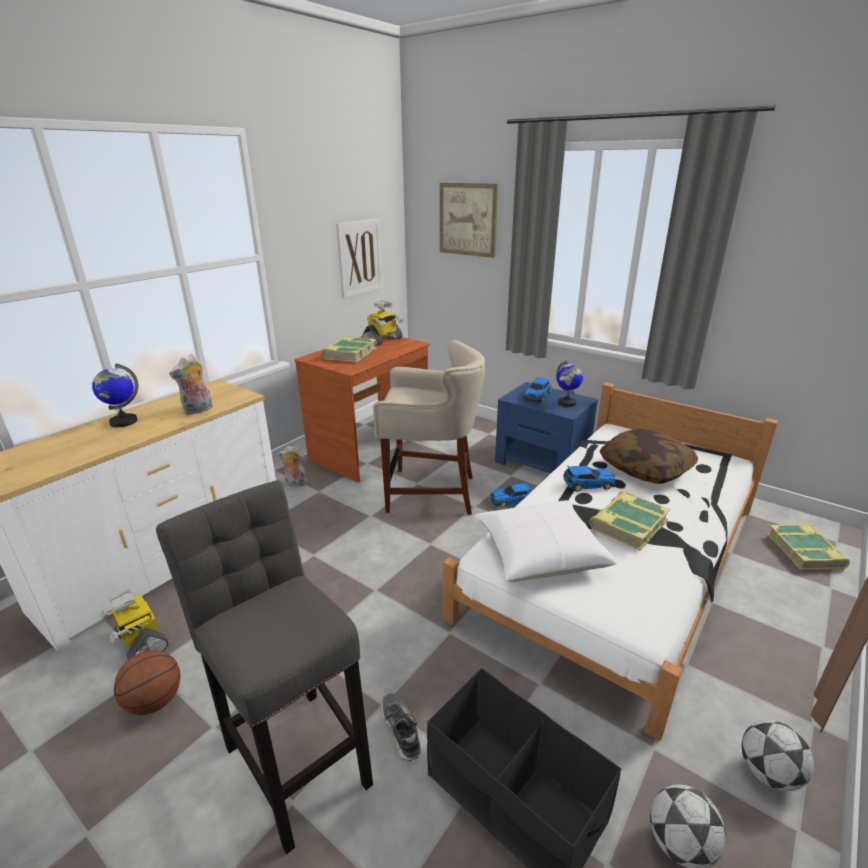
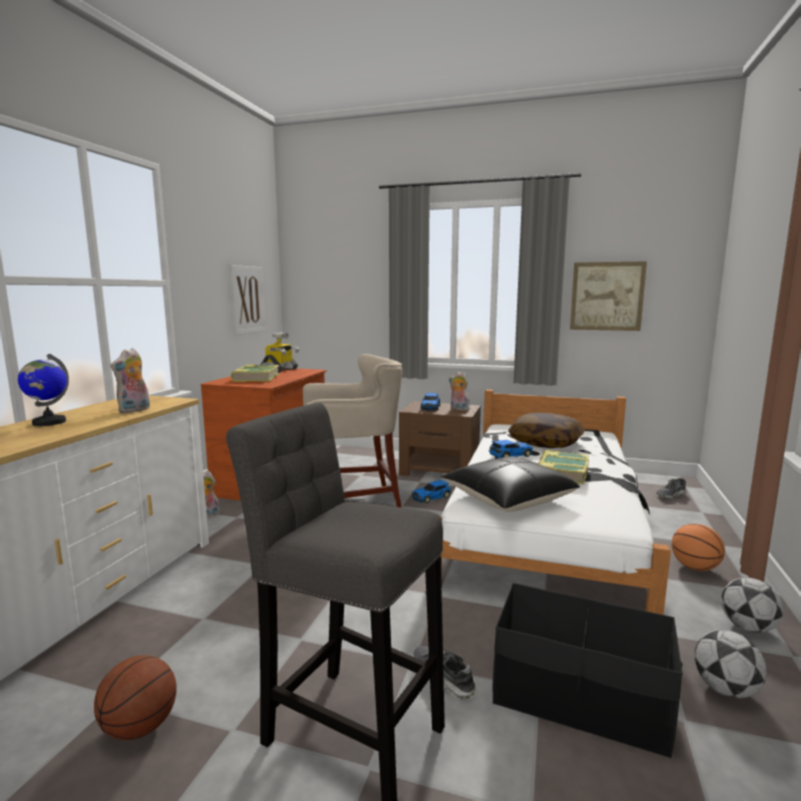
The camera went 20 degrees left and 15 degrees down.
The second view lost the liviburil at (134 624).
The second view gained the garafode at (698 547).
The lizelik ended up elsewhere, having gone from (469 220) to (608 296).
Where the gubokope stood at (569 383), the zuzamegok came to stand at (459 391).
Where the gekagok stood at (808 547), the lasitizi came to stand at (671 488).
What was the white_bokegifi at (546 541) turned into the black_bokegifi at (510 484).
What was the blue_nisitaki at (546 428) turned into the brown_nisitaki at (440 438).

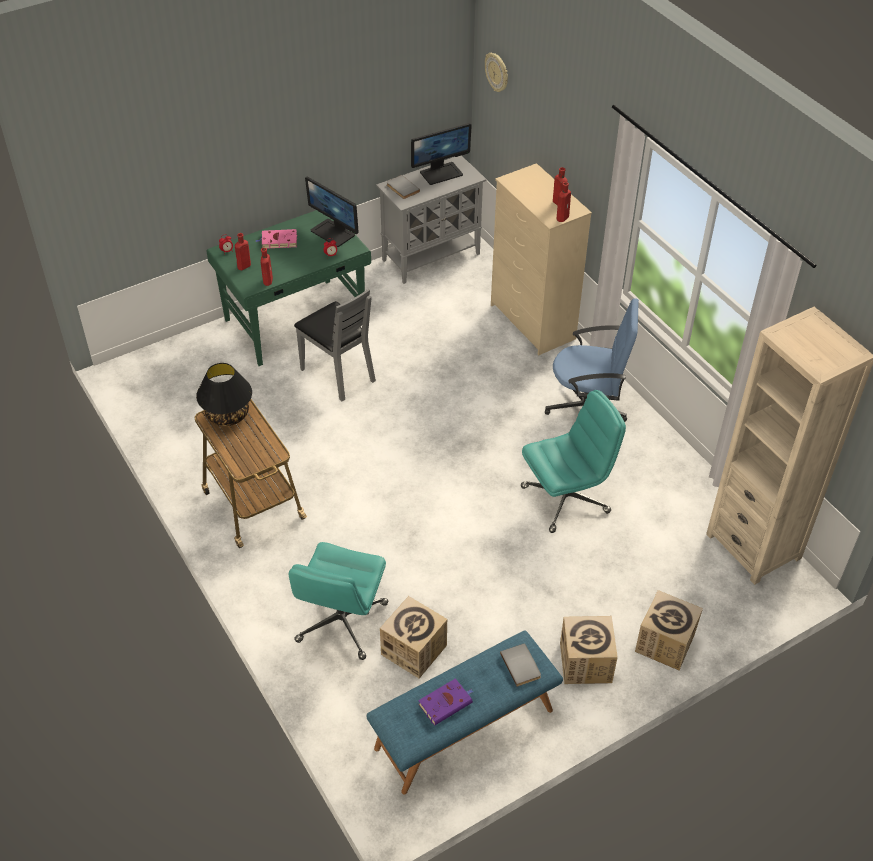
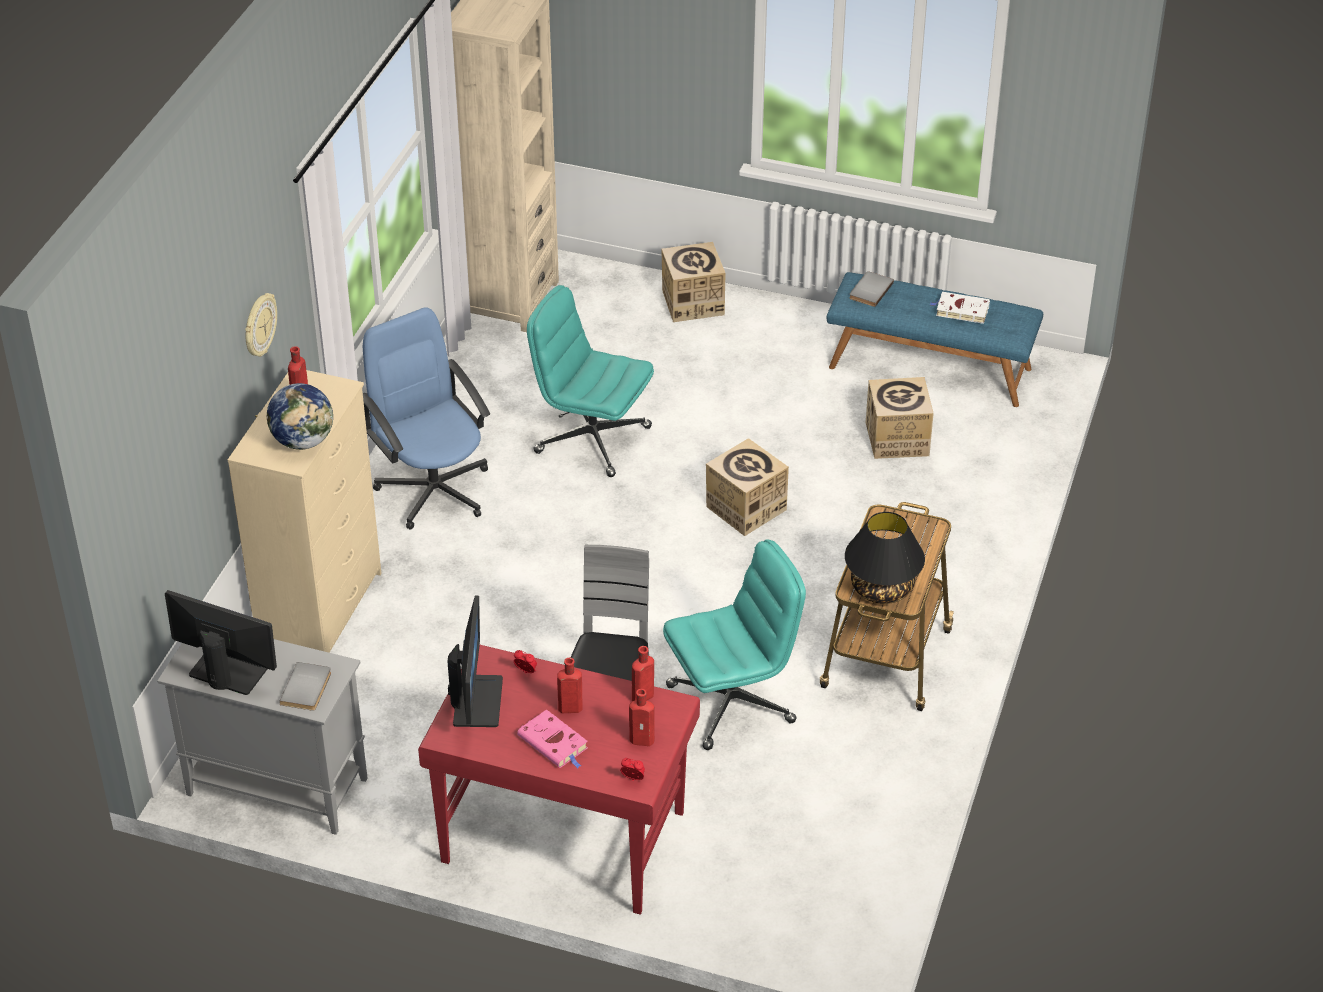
The camera went 130 degrees left and 5 degrees down.
The second view gained the gubokope at (300 416).
The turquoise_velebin ended up elsewhere, having gone from (338 601) to (734 644).
The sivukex ended up elsewhere, having gone from (496 72) to (261 325).
The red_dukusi ended up elsewhere, having gone from (564 202) to (570 685).
The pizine ended up elsewhere, having gone from (589 650) to (747 487).
What was the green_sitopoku at (289 288) turned into the red_sitopoku at (559 780).
What was the purple_gekagok at (446 701) turned into the white_gekagok at (960 308).

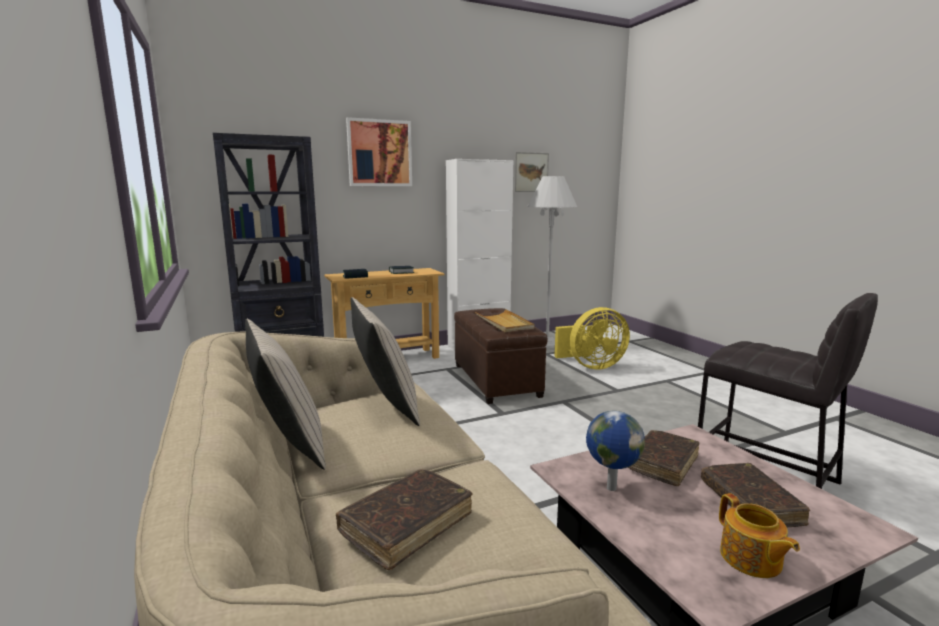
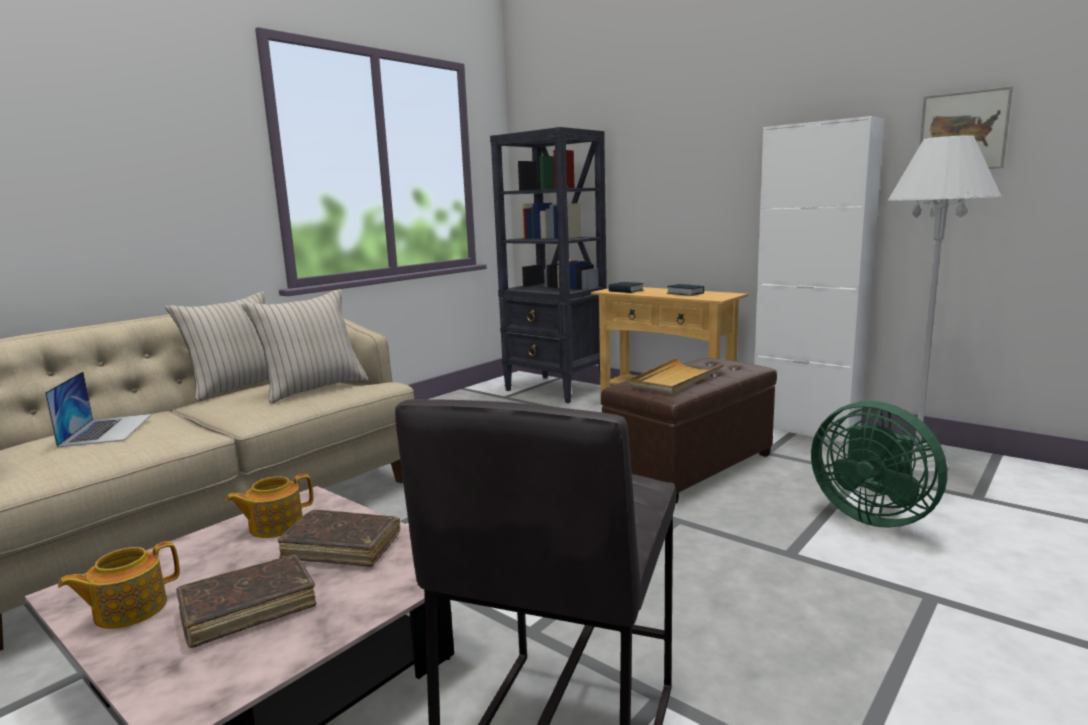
The camera went 65 degrees right and 0 degrees up.
The second view lost the lizelik at (379 151).
Where the brown_gekagok stood at (404 519), the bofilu came to stand at (98 409).
Where the gubokope stood at (615 451), the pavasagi came to stand at (269 506).
What was the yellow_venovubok at (592 338) turned into the green_venovubok at (879 464).

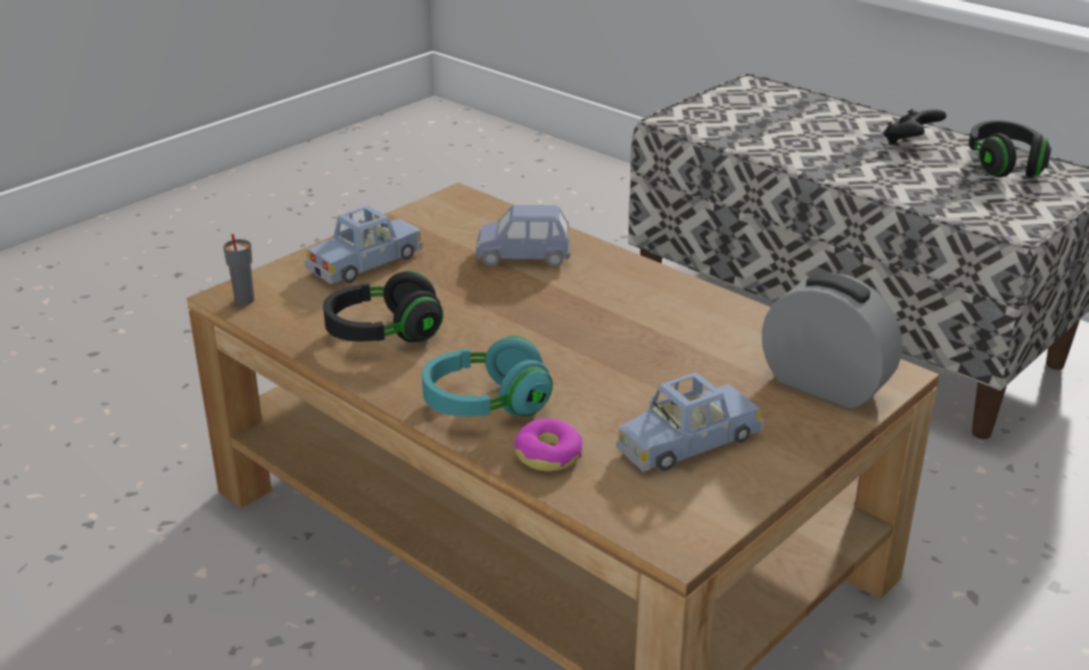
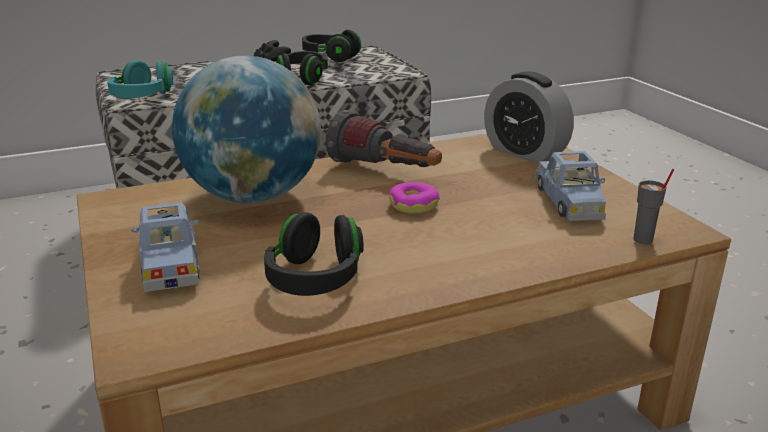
The camera went 65 degrees left and 5 degrees down.
The second view gained the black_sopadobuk at (302 68).
The second view gained the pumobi at (383 138).
The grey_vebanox ended up elsewhere, having gone from (238 269) to (654 206).
The turquoise_sopadobuk ended up elsewhere, having gone from (487 376) to (140 79).
The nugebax ended up elsewhere, having gone from (549 445) to (414 198).
Where the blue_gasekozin stood at (523 236), the gubokope came to stand at (246 129).
The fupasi at (832 340) ended up facing another way, 105 degrees counterclockwise from before.

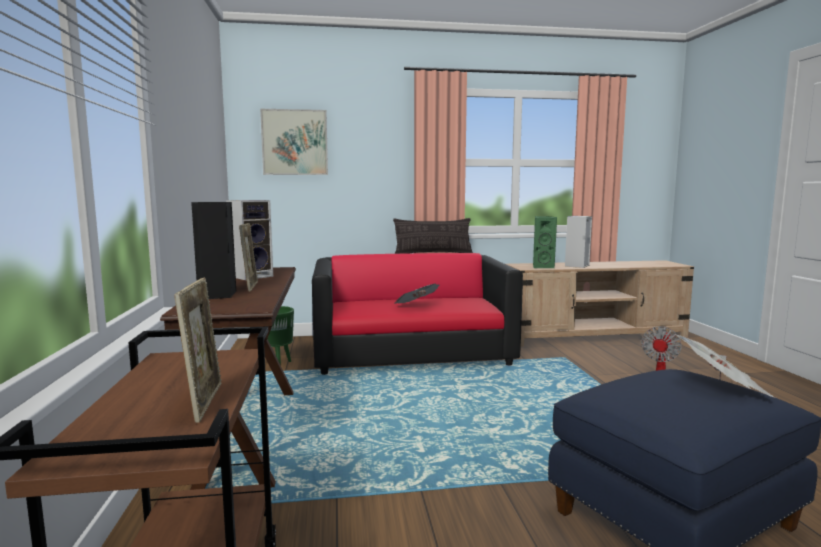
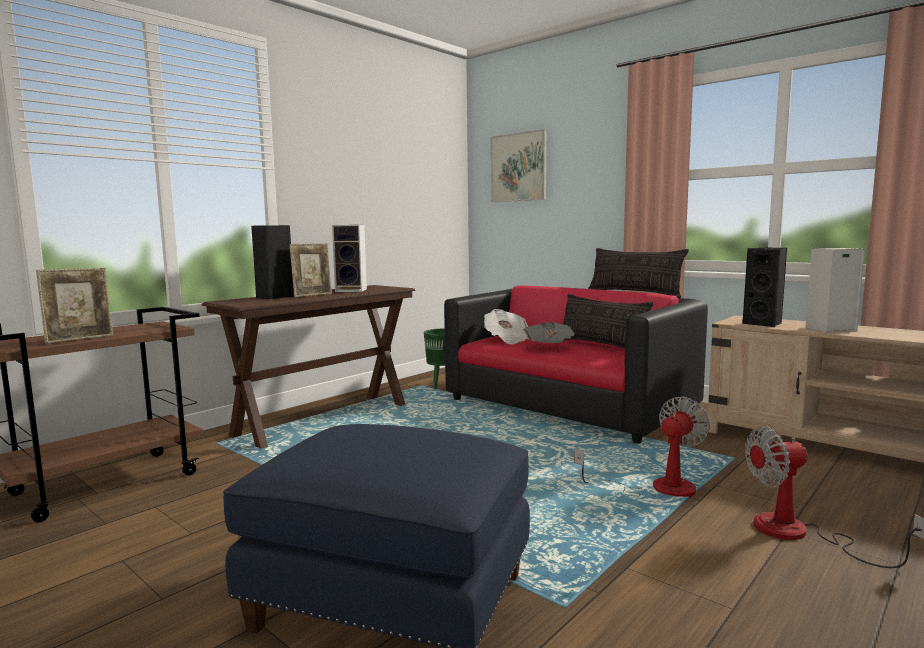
The camera went 50 degrees right and 0 degrees up.
The second view gained the bokegifi at (608 321).
The second view gained the venovubok at (642 447).
The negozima ended up elsewhere, having gone from (725 366) to (506 326).
What was the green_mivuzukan at (545 242) turned into the black_mivuzukan at (764 287).

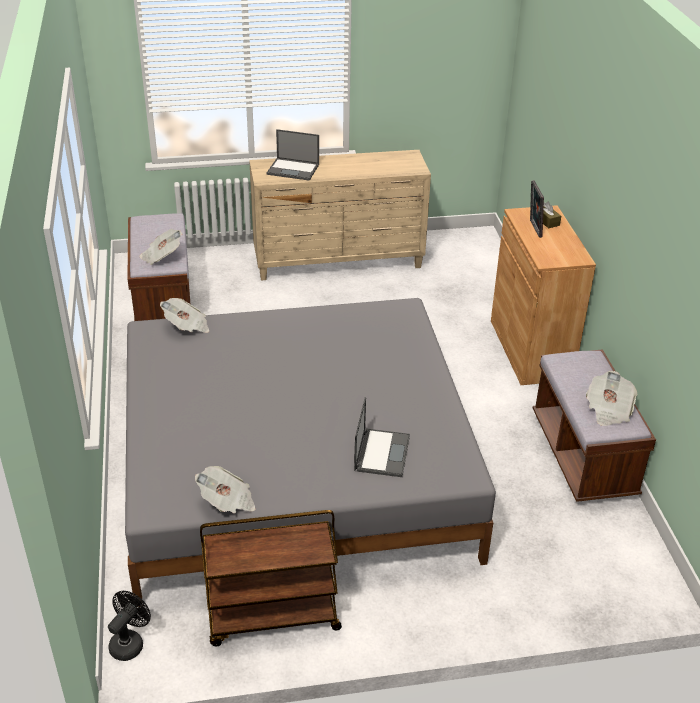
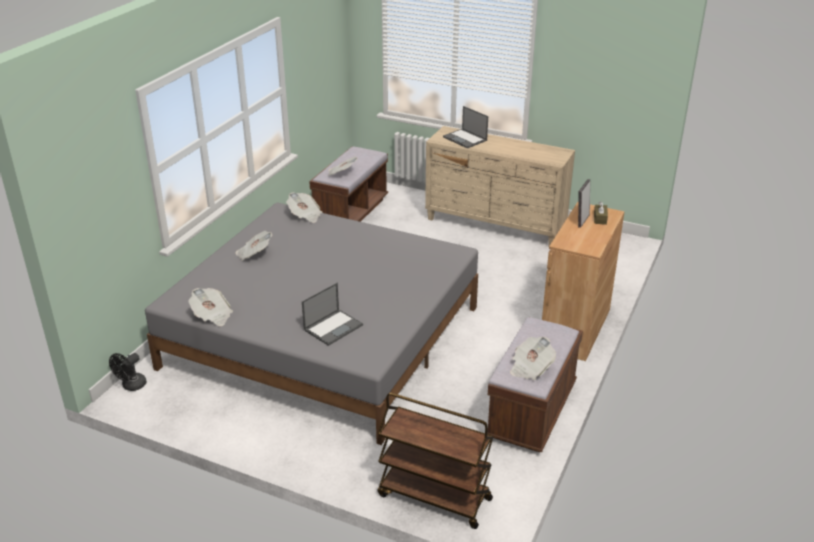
The camera went 35 degrees right and 5 degrees down.
The second view gained the negozima at (253 246).
The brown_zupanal ended up elsewhere, having gone from (271 578) to (435 461).
The black_venovubok at (129 626) ended up facing another way, 150 degrees clockwise from before.

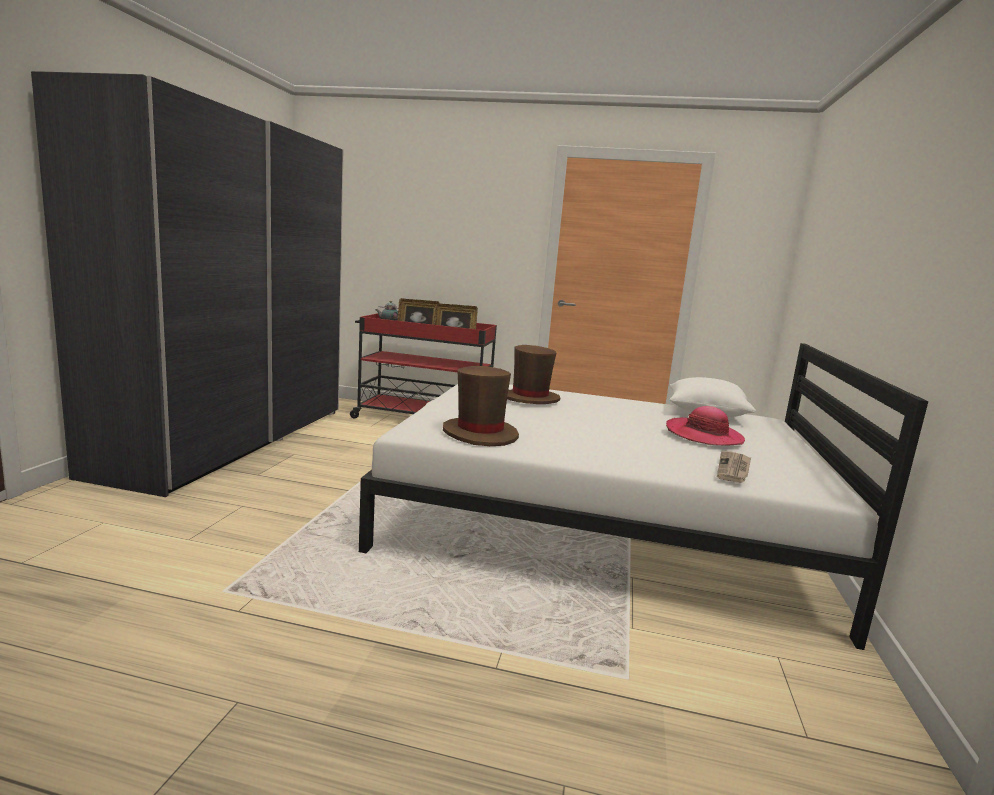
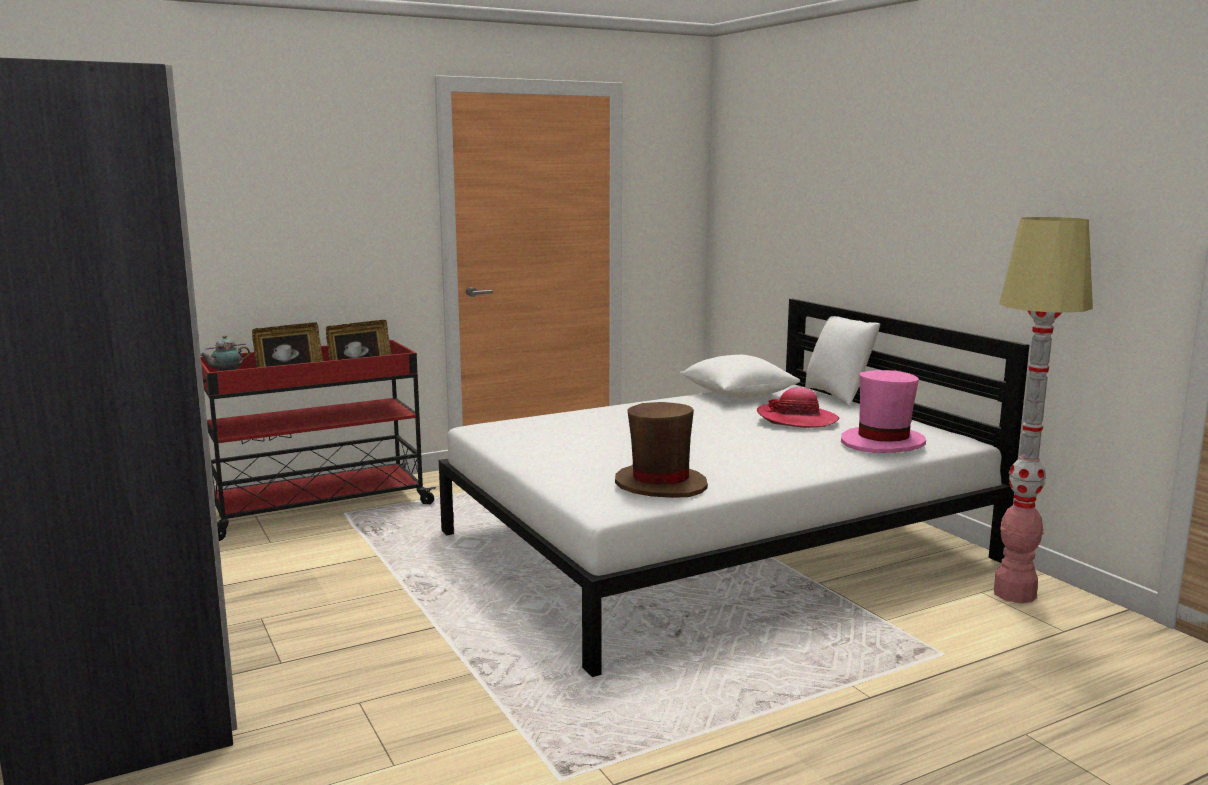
The camera went 40 degrees left and 0 degrees up.
The second view lost the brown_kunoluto at (533 374).
The second view gained the white_bokegifi at (842 361).
The second view gained the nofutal at (1043 410).
Where the negozima stood at (734 467), the pink_kunoluto came to stand at (883 411).

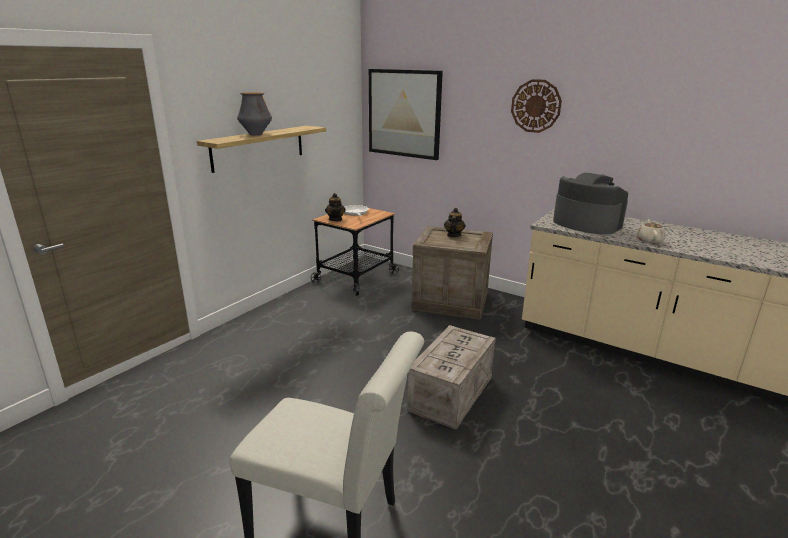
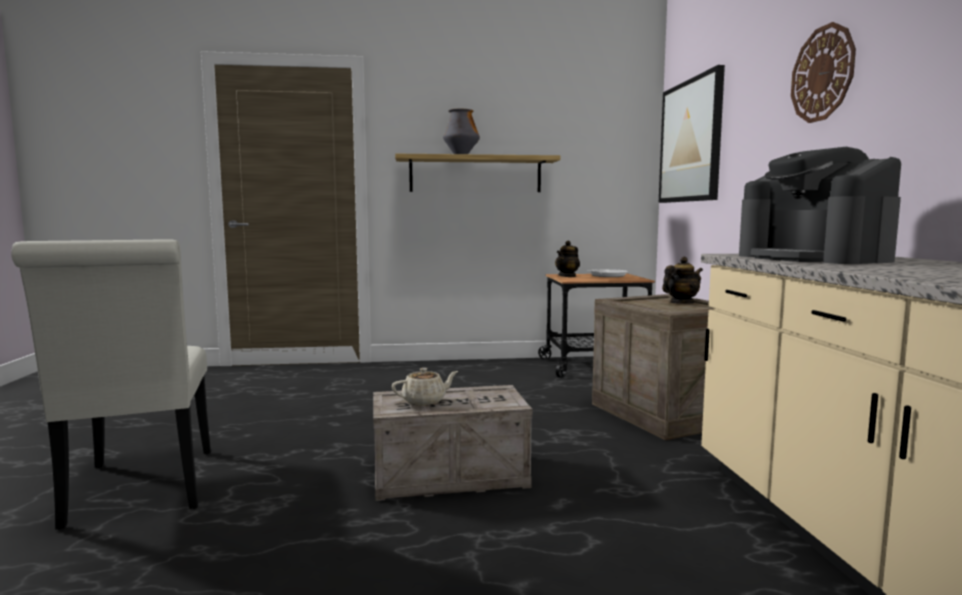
The camera went 50 degrees right and 15 degrees down.
The beige_pavasagi ended up elsewhere, having gone from (651 231) to (425 387).
The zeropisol at (590 204) ended up facing another way, 150 degrees clockwise from before.

